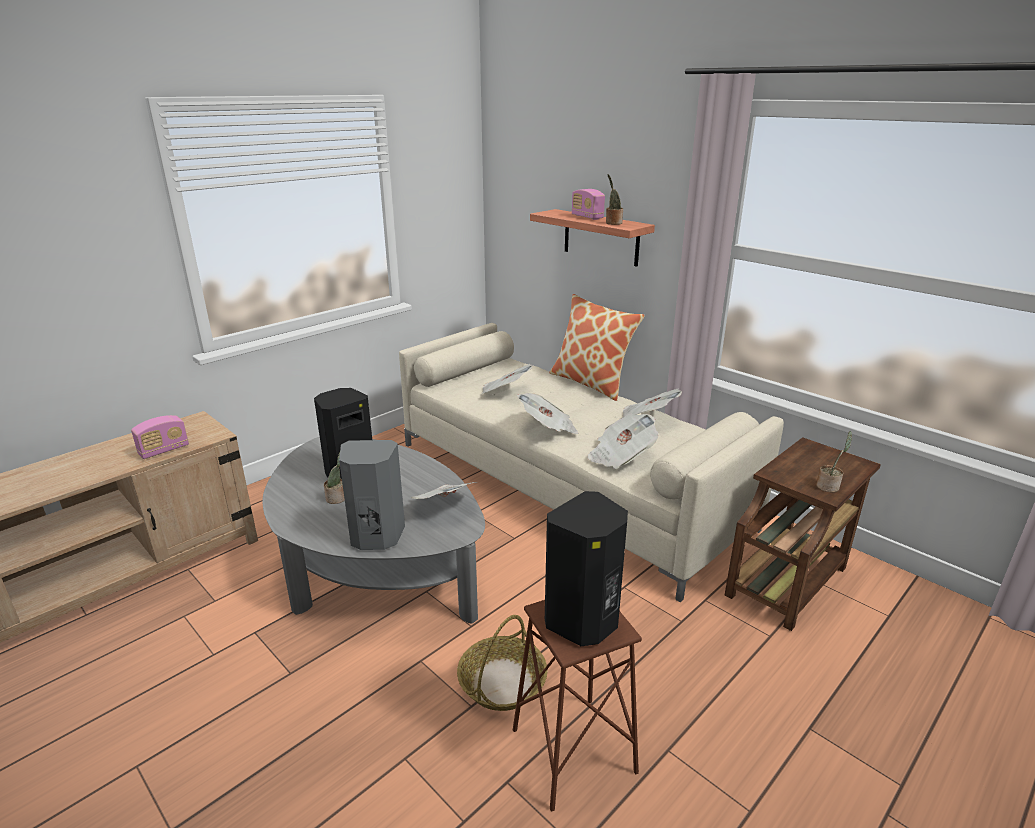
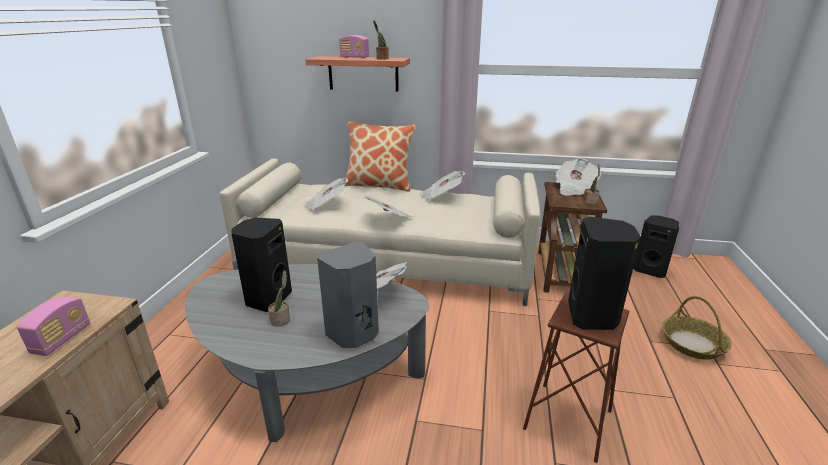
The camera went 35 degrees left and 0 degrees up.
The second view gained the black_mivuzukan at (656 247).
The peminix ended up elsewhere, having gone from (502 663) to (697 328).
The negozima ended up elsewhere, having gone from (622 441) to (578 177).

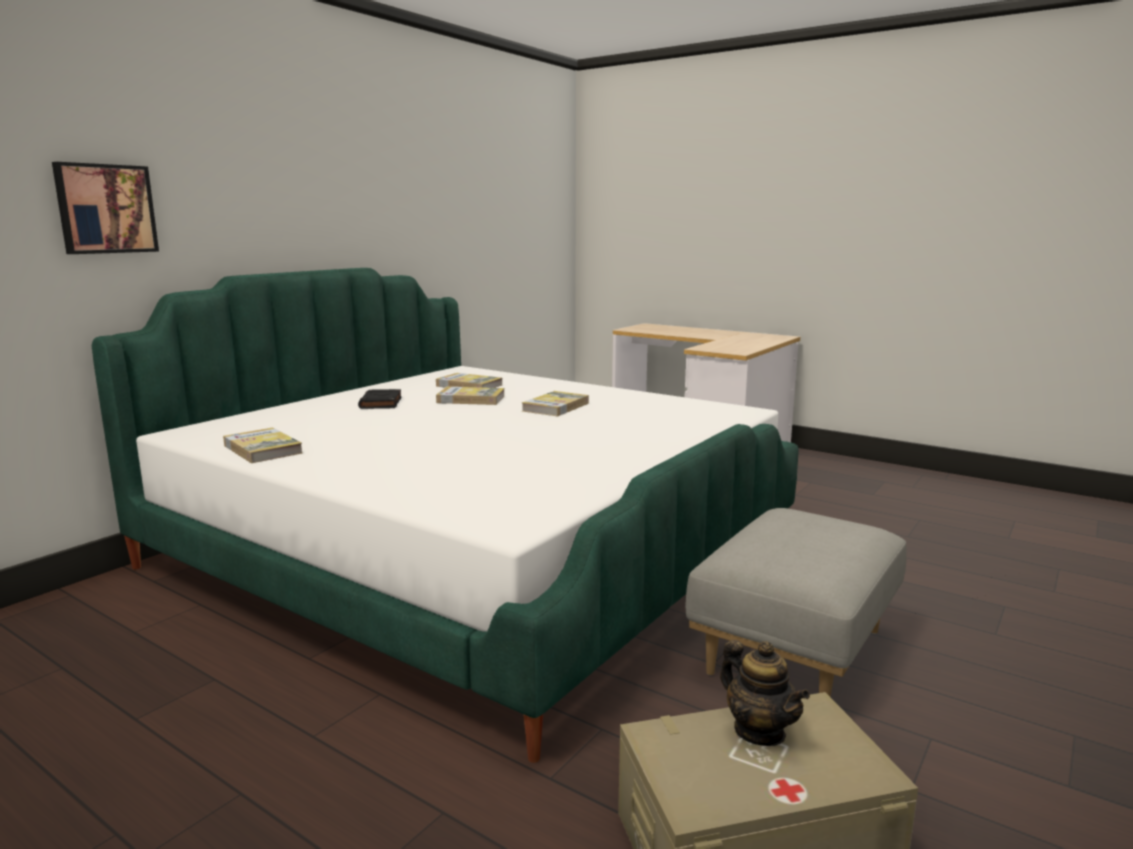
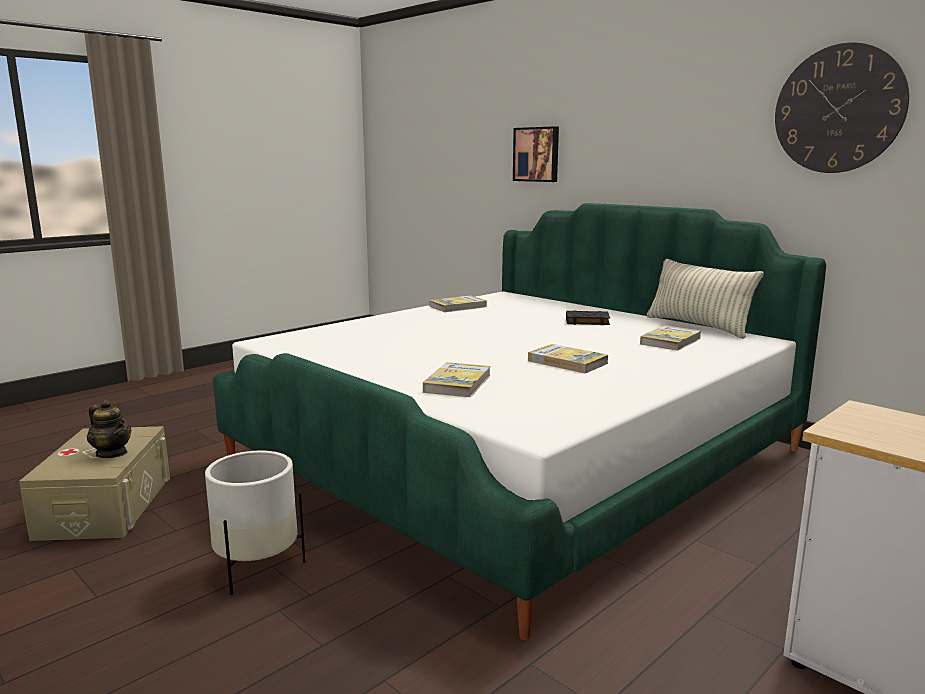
The camera went 100 degrees right and 0 degrees up.
The second view gained the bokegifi at (705 298).
The second view gained the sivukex at (842 107).
The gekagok ended up elsewhere, having gone from (470 396) to (457 379).
Where the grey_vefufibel stood at (796 602), the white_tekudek came to stand at (255 523).
The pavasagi at (765 693) ended up facing another way, 120 degrees counterclockwise from before.

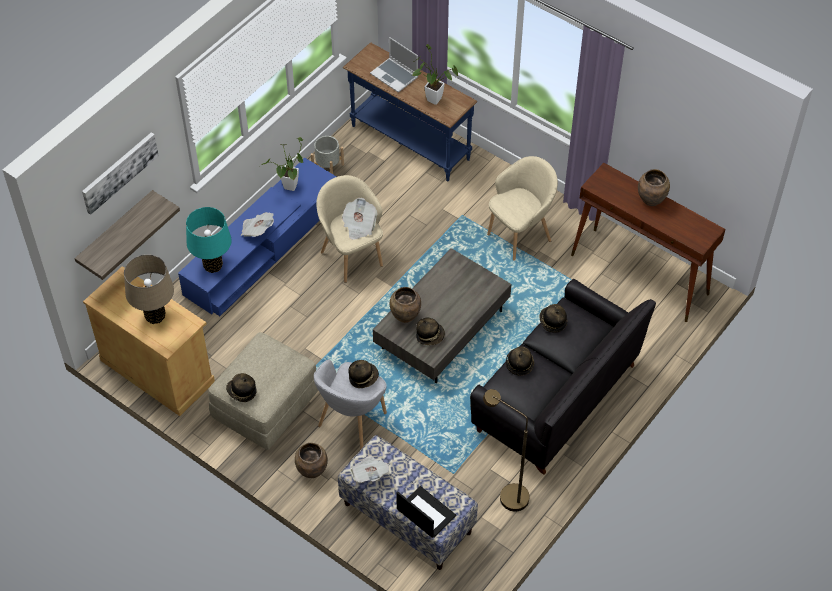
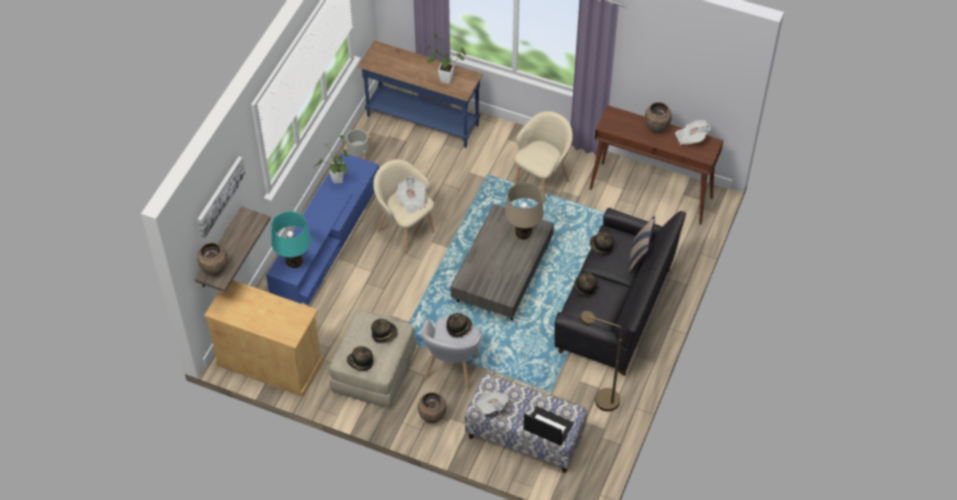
The camera went 15 degrees left and 0 degrees up.
The second view lost the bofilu at (394 65).
The second view gained the bokegifi at (642 244).
The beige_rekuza ended up elsewhere, having gone from (149 289) to (524 211).
The negozima ended up elsewhere, having gone from (257 224) to (692 132).
The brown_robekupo ended up elsewhere, having gone from (405 305) to (212 259).
The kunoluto ended up elsewhere, having gone from (430 331) to (384 331).

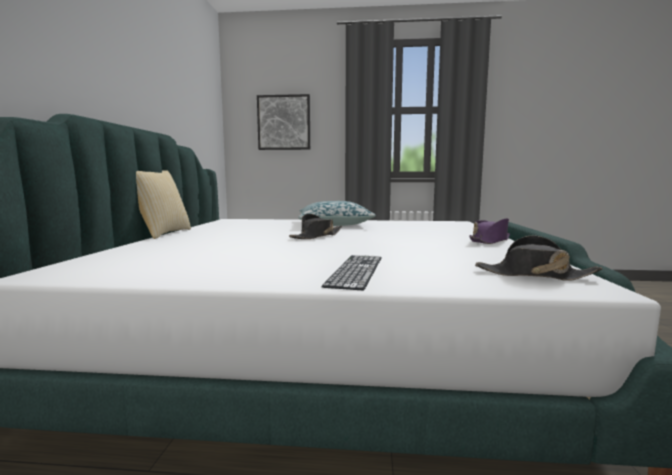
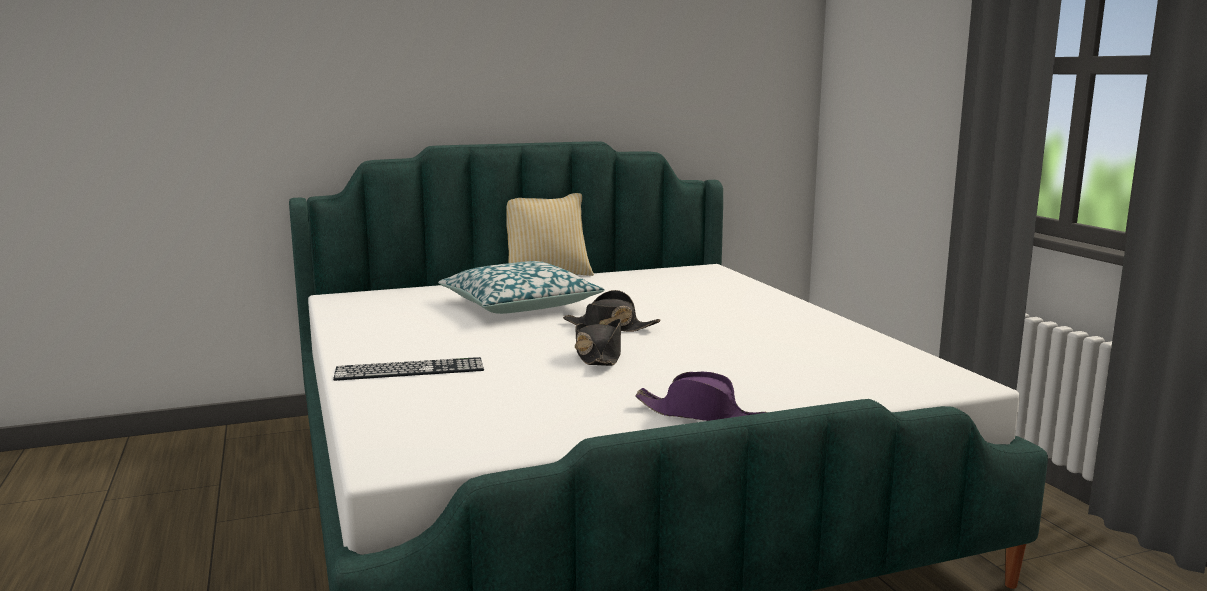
The camera went 65 degrees right and 5 degrees up.
The second view lost the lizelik at (283 122).
The bokegifi ended up elsewhere, having gone from (337 213) to (521 287).
The black_kunoluto ended up elsewhere, having gone from (539 258) to (598 342).

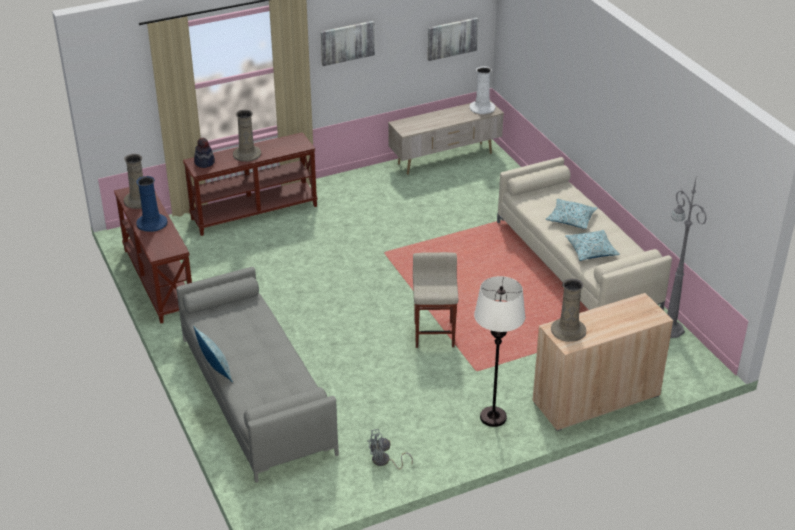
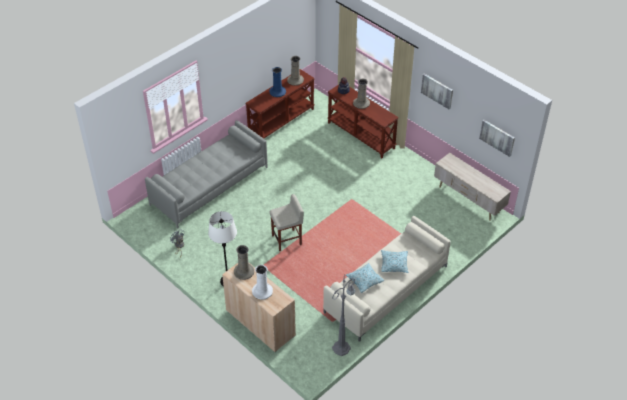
The camera went 70 degrees right and 10 degrees up.
The second view lost the bokegifi at (213 354).
The white_robekupo ended up elsewhere, having gone from (482 90) to (262 282).

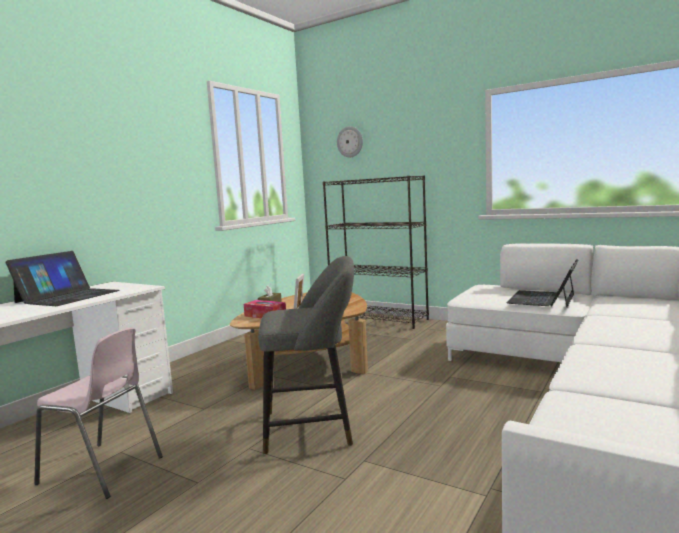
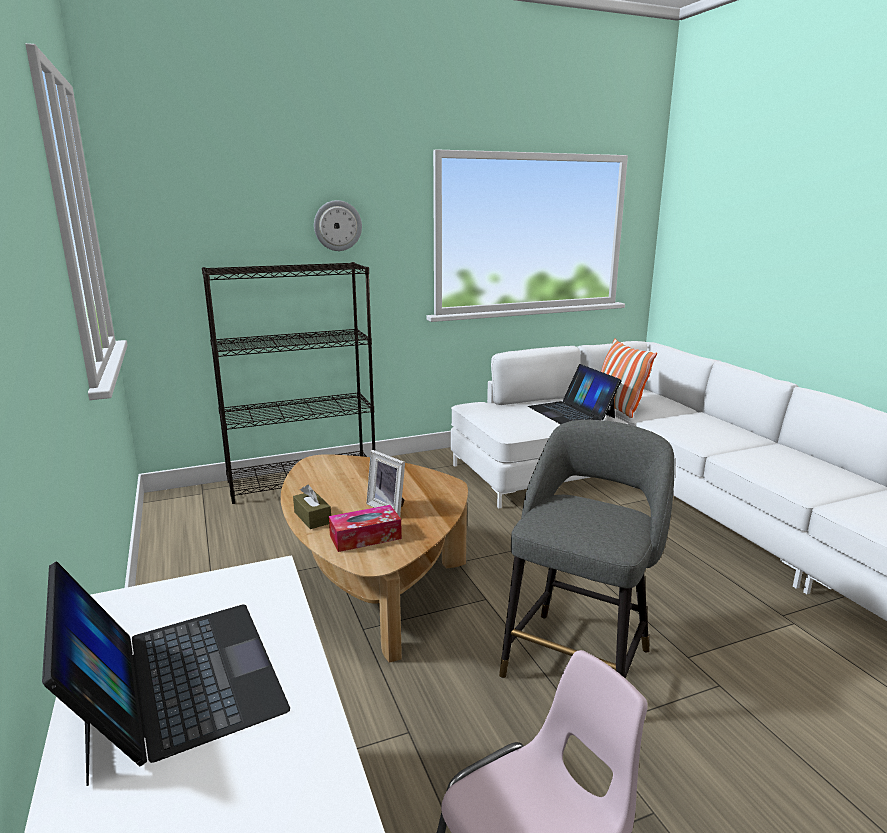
The camera went 55 degrees left and 10 degrees up.
The second view gained the bokegifi at (629 378).
The sivukex ended up elsewhere, having gone from (350 141) to (338 225).

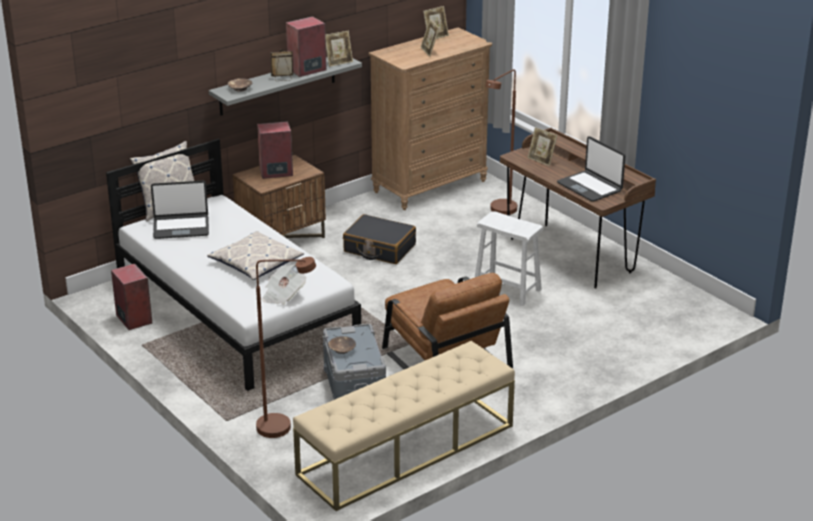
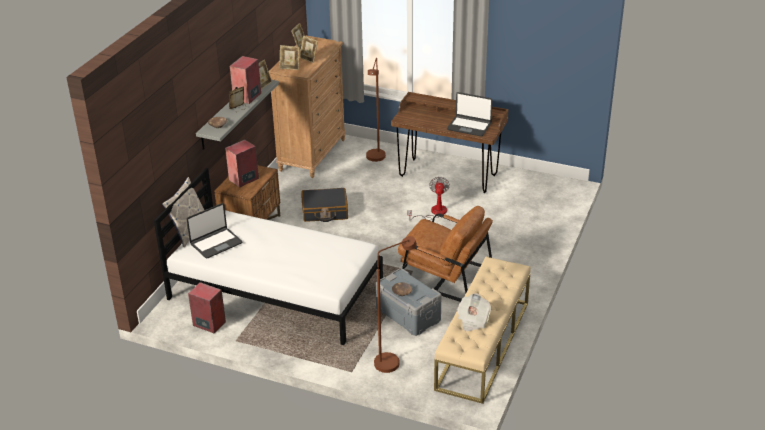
The camera went 30 degrees left and 5 degrees up.
The second view lost the bokegifi at (255 255).
The negozima ended up elsewhere, having gone from (284 284) to (474 312).
The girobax ended up elsewhere, having gone from (542 146) to (289 57).
Where the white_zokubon stood at (509 258), the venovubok came to stand at (429 199).

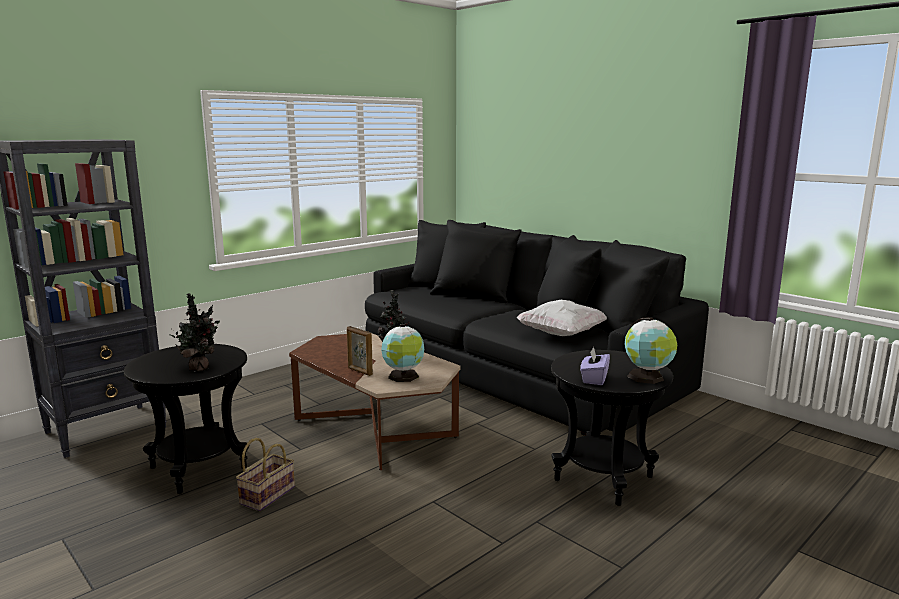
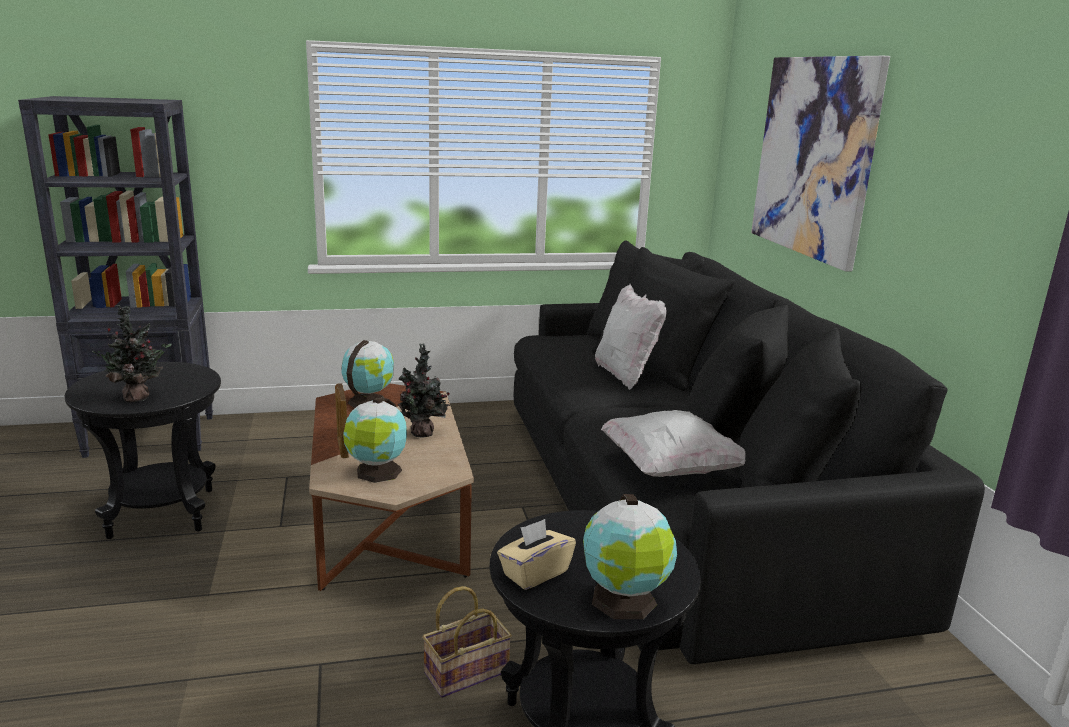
The camera went 30 degrees right and 5 degrees up.
The second view gained the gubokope at (368 374).
The second view gained the white_bokegifi at (631 337).
The second view gained the lizelik at (820 164).
The peminix ended up elsewhere, having gone from (265 474) to (467 642).
What was the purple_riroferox at (595 366) turned into the beige_riroferox at (536 554).

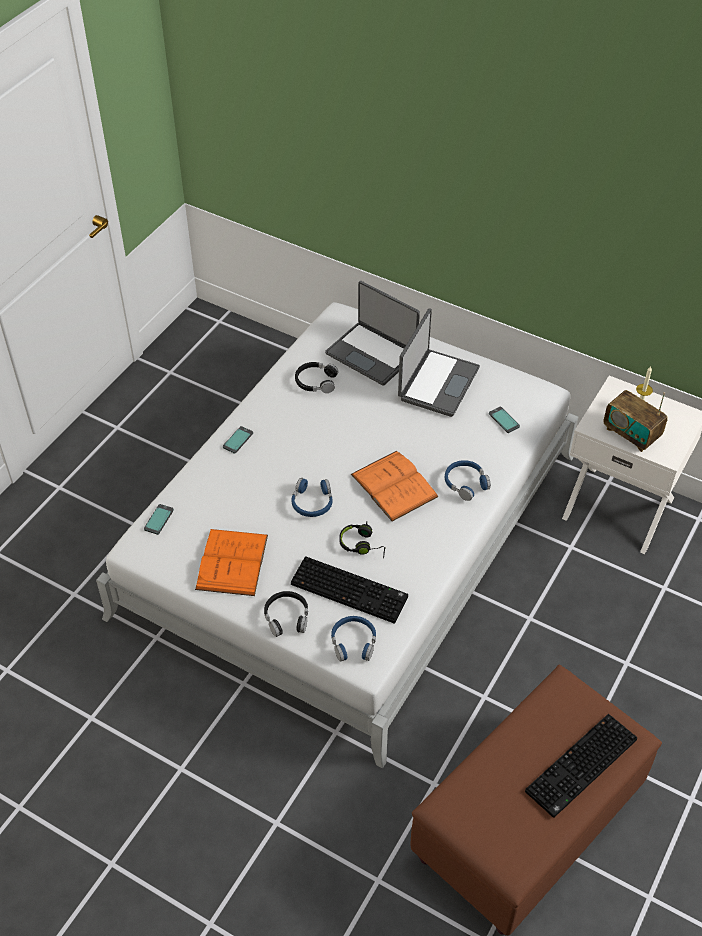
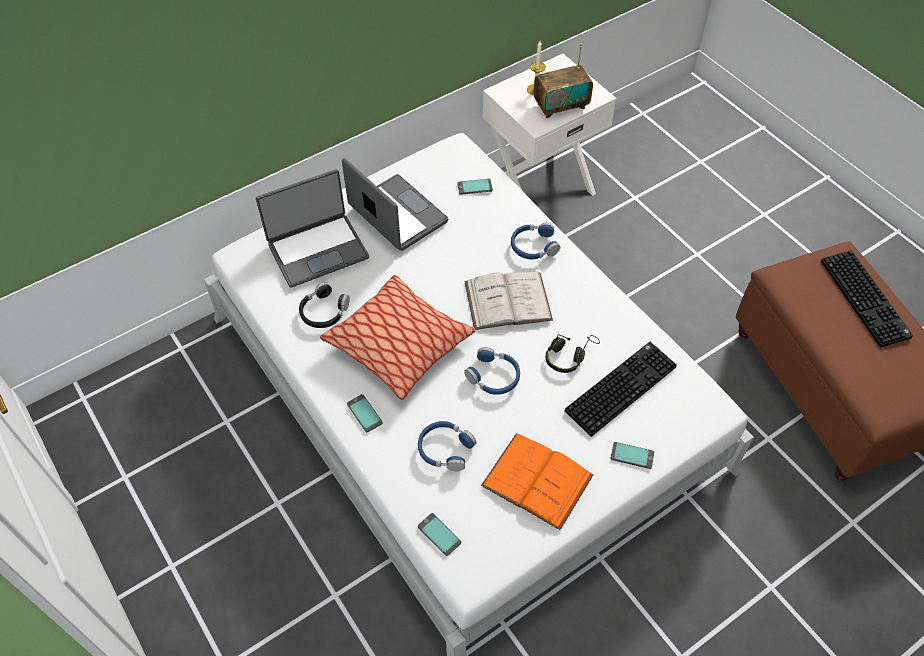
The camera went 65 degrees left and 5 degrees up.
The second view gained the bokegifi at (398 337).
The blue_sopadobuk ended up elsewhere, having gone from (353 639) to (447 446).
Where the black_sopadobuk stood at (286 614), the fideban came to stand at (632 455).
What was the orange_gekagok at (395 486) turned into the white_gekagok at (508 301).

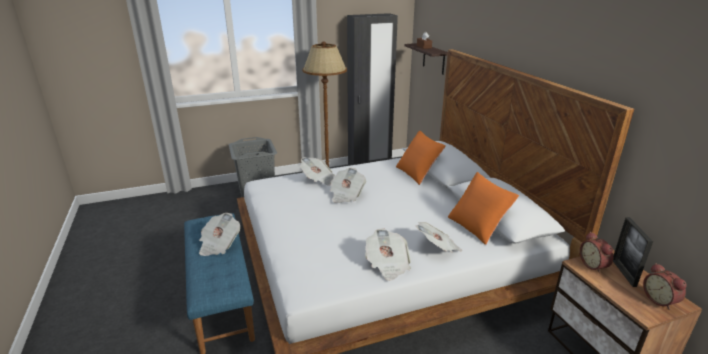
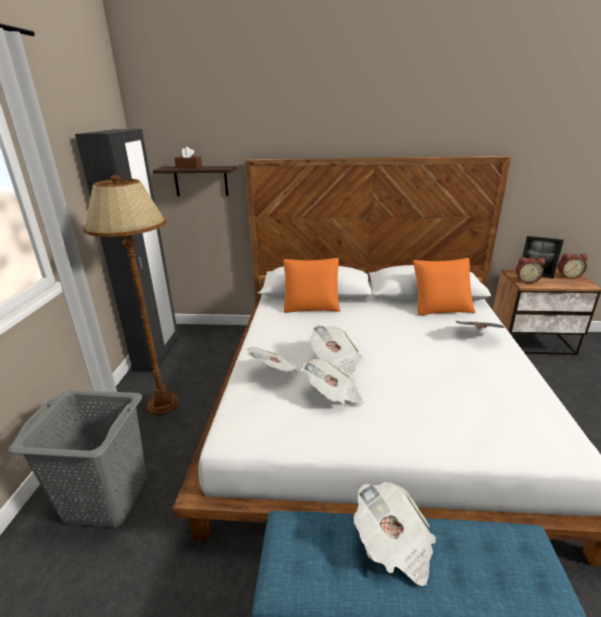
The camera went 65 degrees left and 0 degrees up.
The negozima ended up elsewhere, having gone from (388 254) to (333 381).

